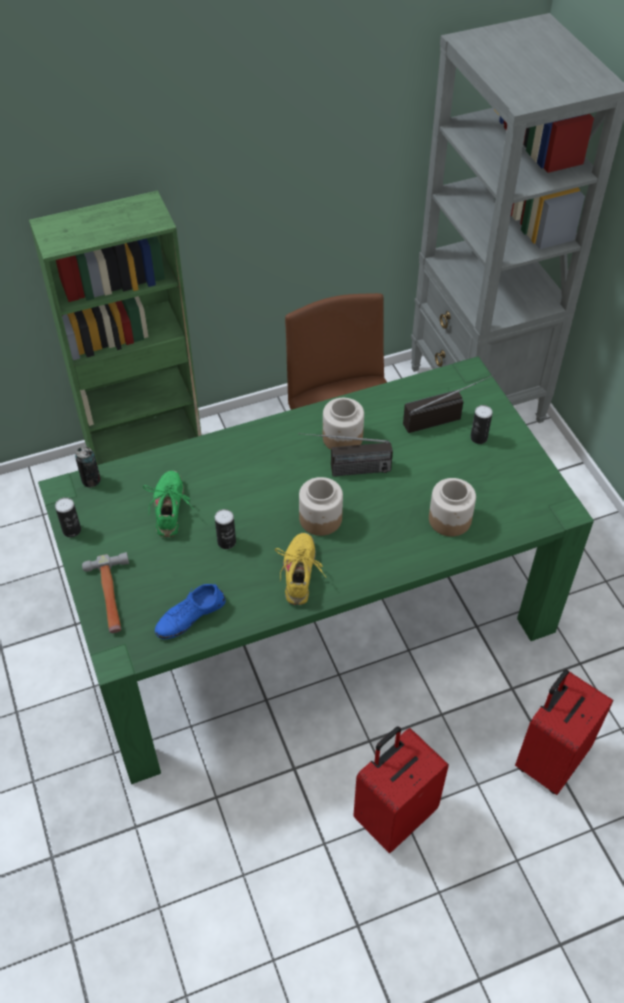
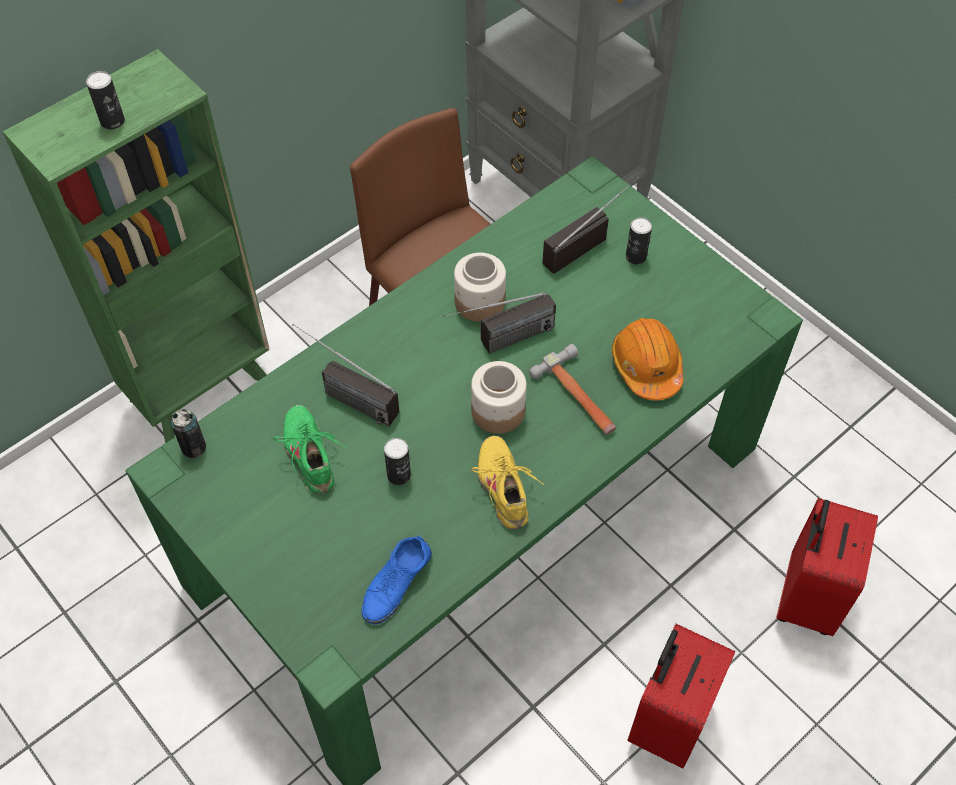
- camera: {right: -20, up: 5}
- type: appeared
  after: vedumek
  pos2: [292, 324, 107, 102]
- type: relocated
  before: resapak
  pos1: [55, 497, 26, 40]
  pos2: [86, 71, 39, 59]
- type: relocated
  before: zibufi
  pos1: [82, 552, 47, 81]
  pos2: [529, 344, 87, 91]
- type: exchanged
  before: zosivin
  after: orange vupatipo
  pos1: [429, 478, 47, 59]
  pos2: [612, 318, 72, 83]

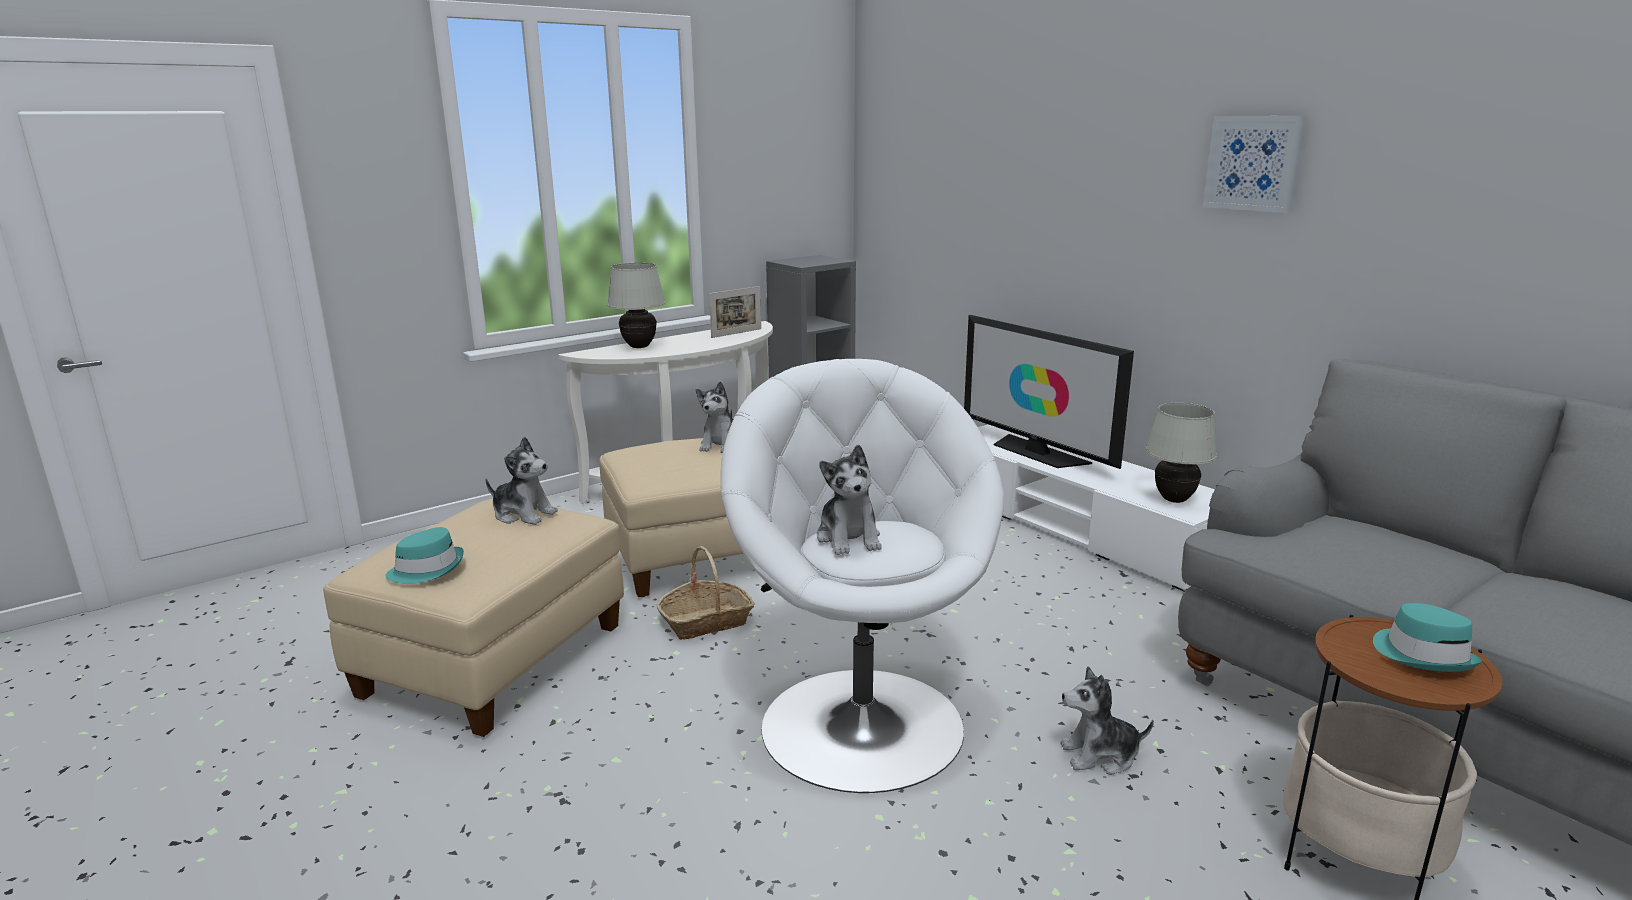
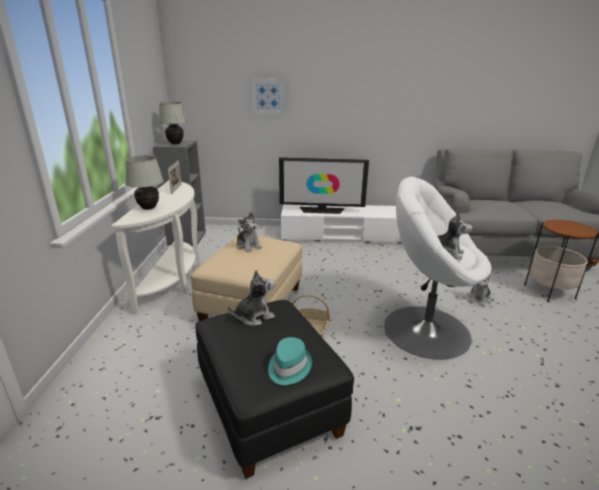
- camera: {right: -50, up: 5}
- type: missing
  before: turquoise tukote
  pos1: [1373, 603, 109, 69]
- type: relocated
  before: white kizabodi
  pos1: [1145, 403, 72, 100]
  pos2: [158, 102, 29, 42]
- type: relocated
  before: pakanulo
  pos1: [1203, 116, 103, 97]
  pos2: [251, 79, 34, 35]
- type: colour
  before: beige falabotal
  after: black falabotal
  pos1: [323, 499, 301, 238]
  pos2: [195, 300, 159, 179]

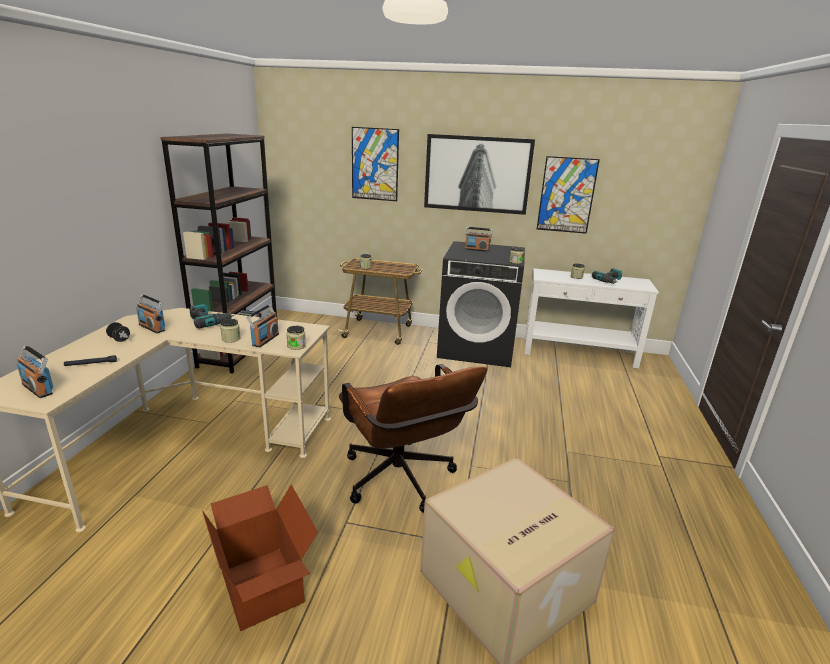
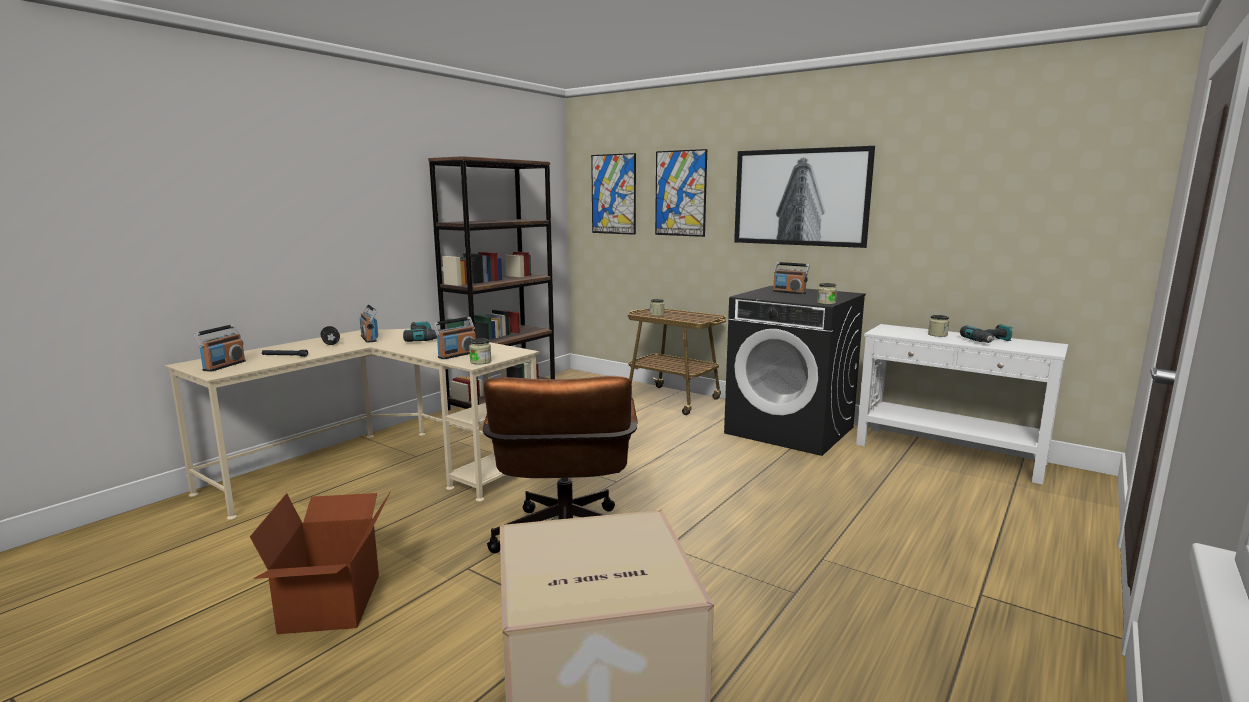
- camera: {right: 25, up: -10}
- type: missing
  before: zosivin
  pos1: [220, 319, 21, 24]
- type: relocated
  before: pakanulo
  pos1: [537, 156, 63, 78]
  pos2: [591, 153, 45, 82]
- type: spun
  before: vedumek
  pos1: [17, 345, 36, 53]
  pos2: [193, 324, 53, 48]
  turn: -135

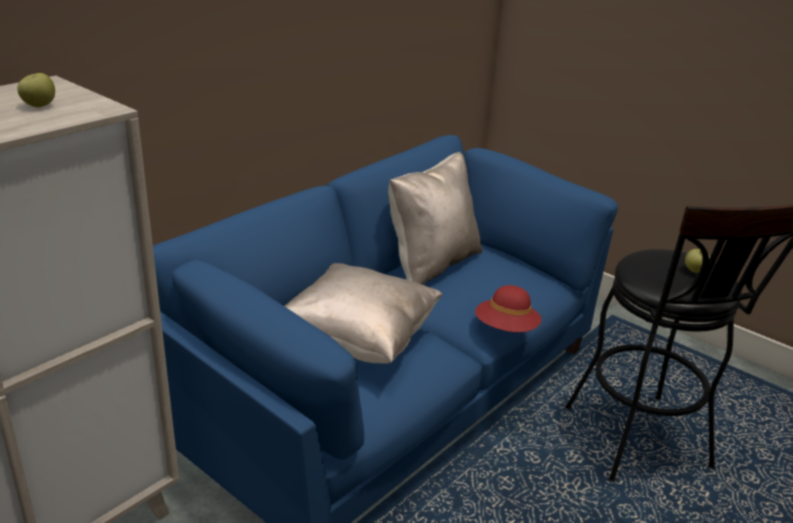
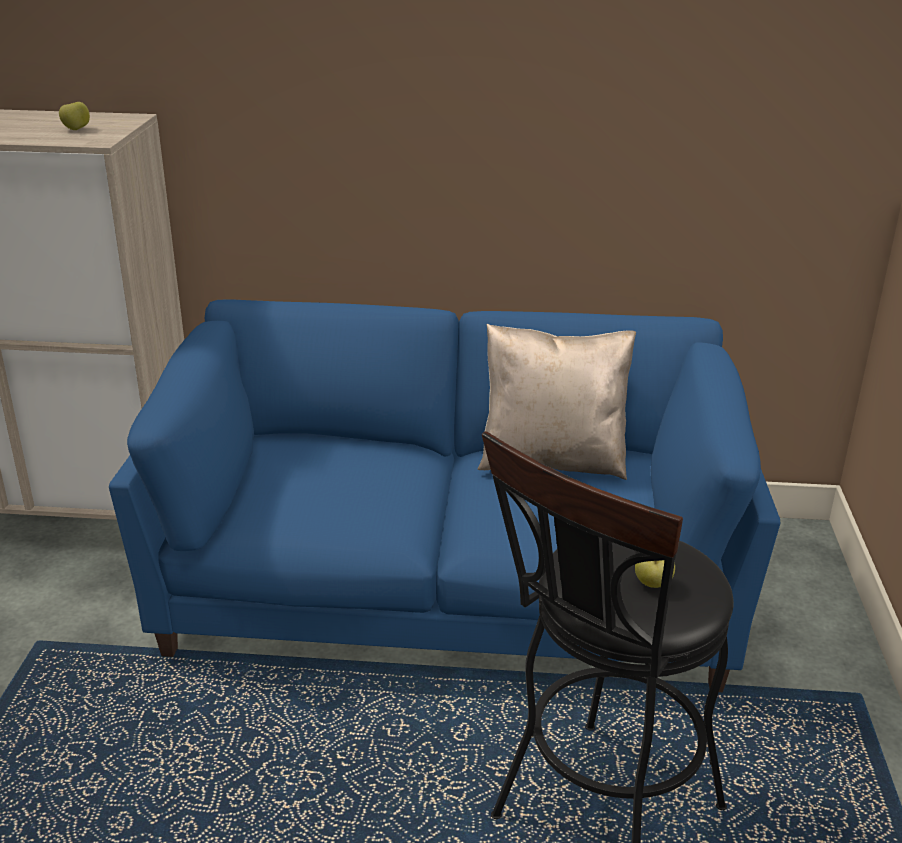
- camera: {right: 55, up: 0}
- type: missing
  before: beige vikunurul
  pos1: [285, 263, 158, 101]
- type: missing
  before: red tukote
  pos1: [475, 285, 66, 47]

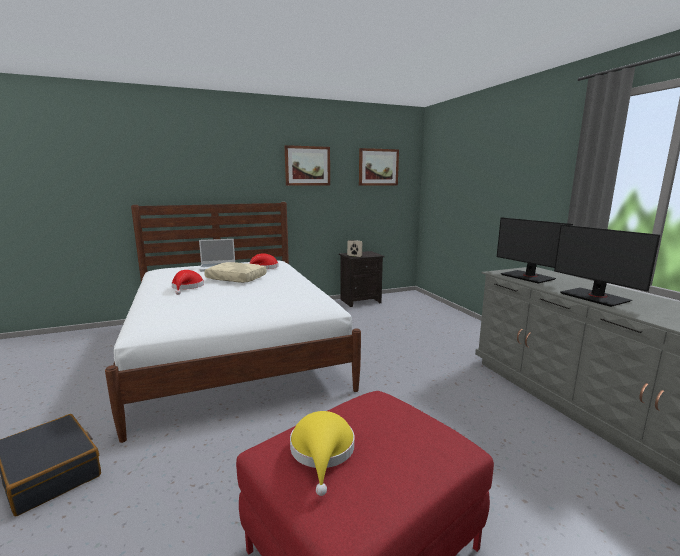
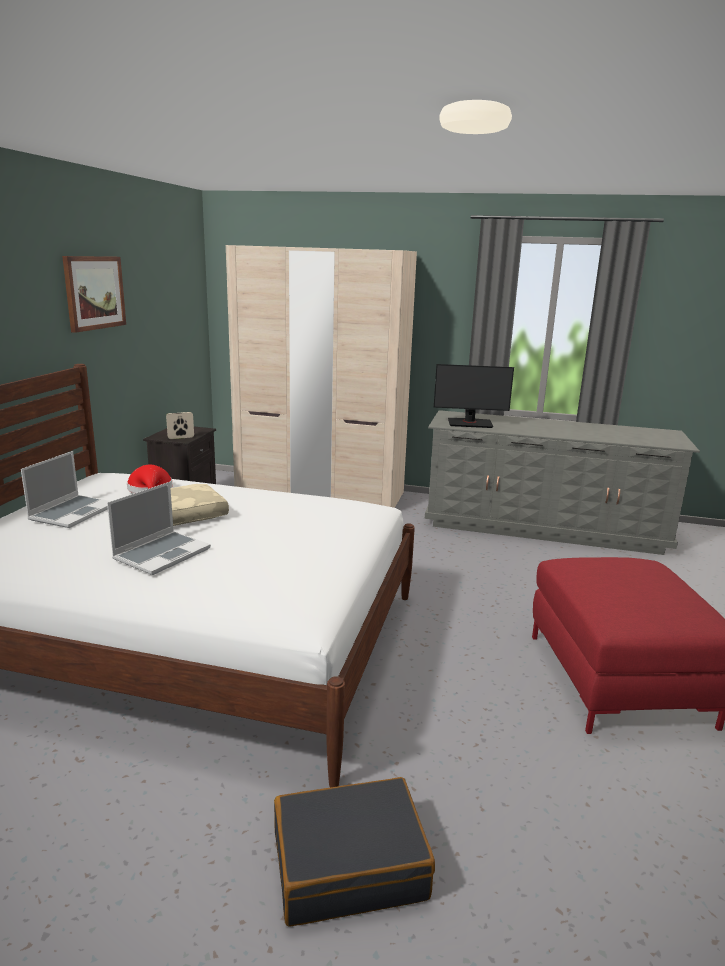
- camera: {right: -55, up: 5}
- type: missing
  before: yellow tukote
  pos1: [290, 411, 65, 85]
- type: missing
  before: pakanulo
  pos1: [359, 148, 40, 38]
- type: missing
  before: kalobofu
  pos1: [554, 225, 106, 82]
- type: appeared
  after: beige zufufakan
  pos2: [226, 245, 191, 263]
- type: exchanged
  before: red tukote
  after: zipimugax
  pos1: [171, 270, 33, 25]
  pos2: [107, 482, 104, 93]

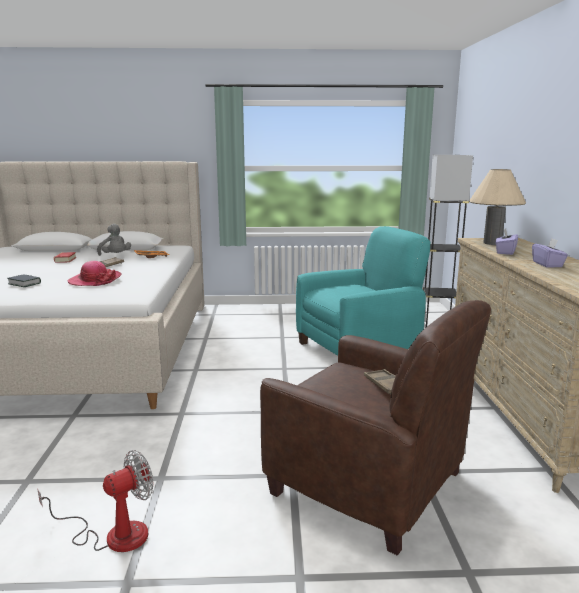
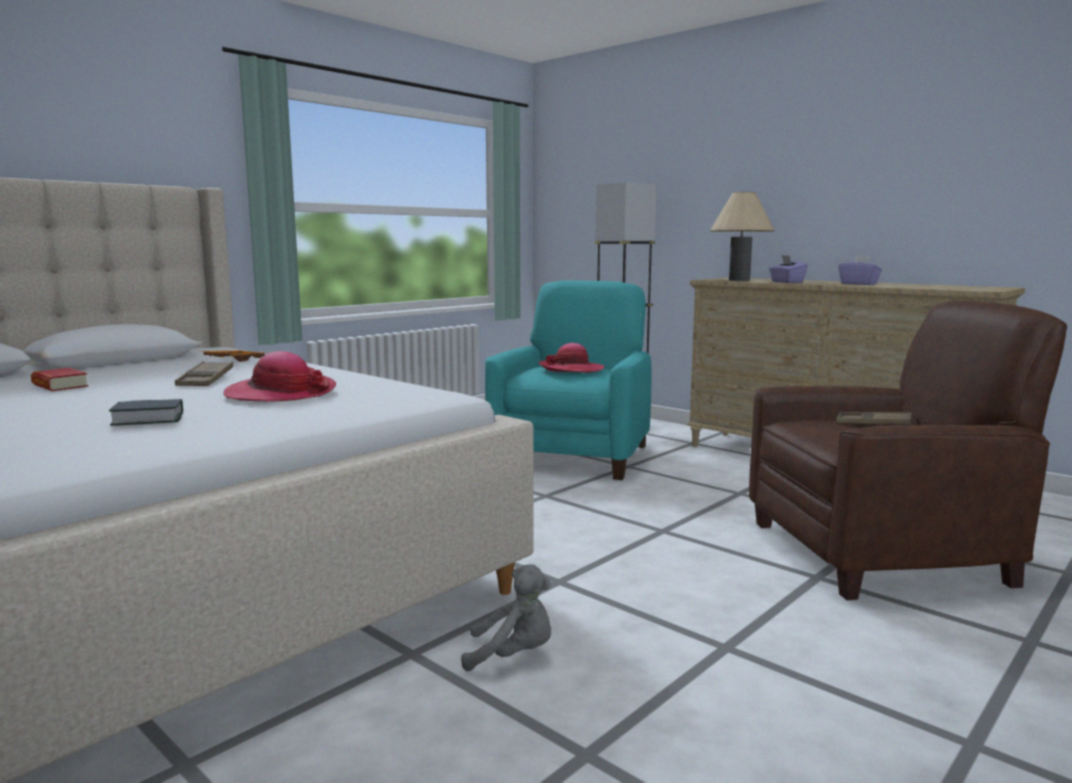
- camera: {right: -45, up: -5}
- type: missing
  before: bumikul
  pos1: [38, 450, 115, 102]
- type: appeared
  after: tukote
  pos2: [538, 343, 66, 30]
- type: relocated
  before: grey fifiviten
  pos1: [97, 224, 34, 32]
  pos2: [461, 564, 90, 107]

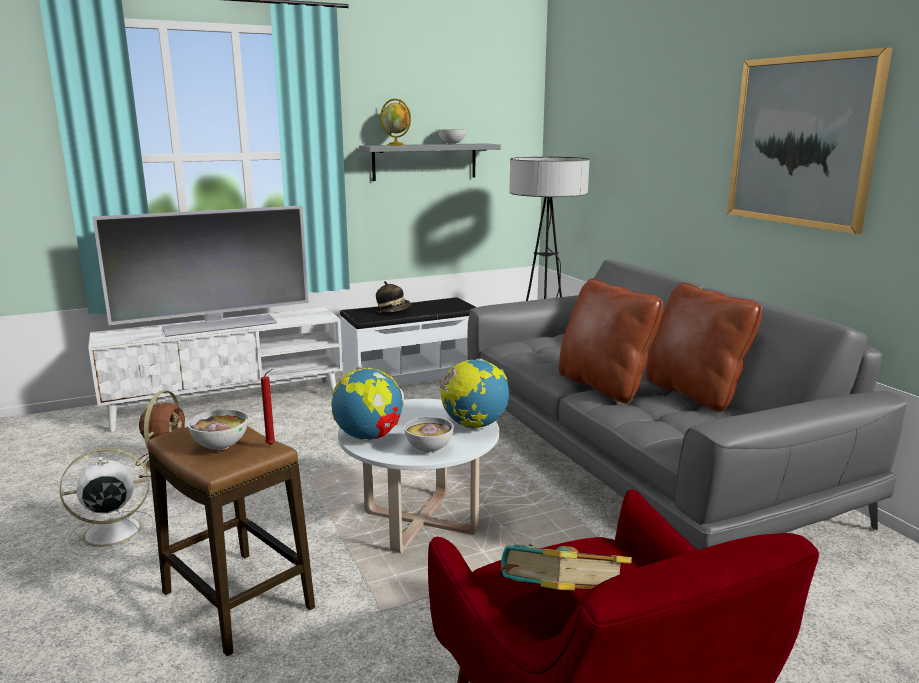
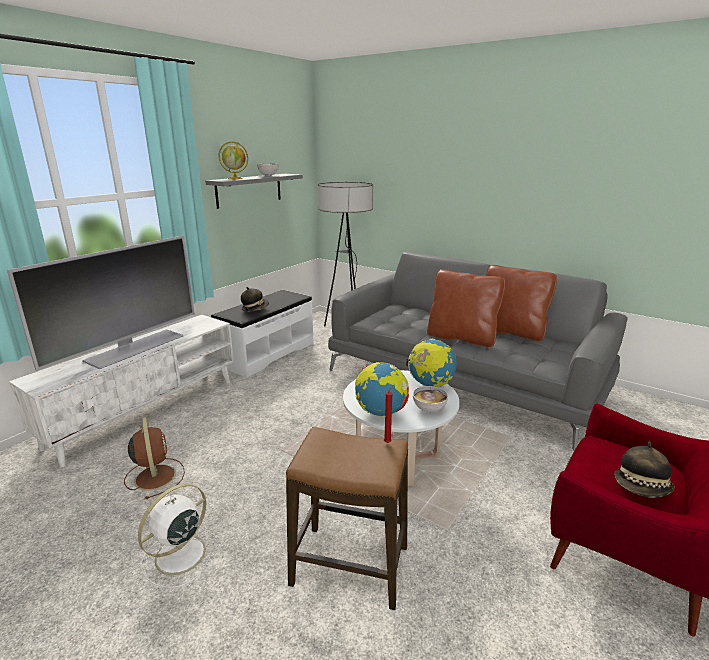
- camera: {right: -30, up: 5}
- type: missing
  before: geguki
  pos1: [187, 409, 61, 41]
- type: missing
  before: pakanulo
  pos1: [727, 47, 165, 187]
- type: exchanged
  before: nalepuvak
  after: tukote
  pos1: [500, 544, 132, 47]
  pos2: [614, 442, 61, 56]

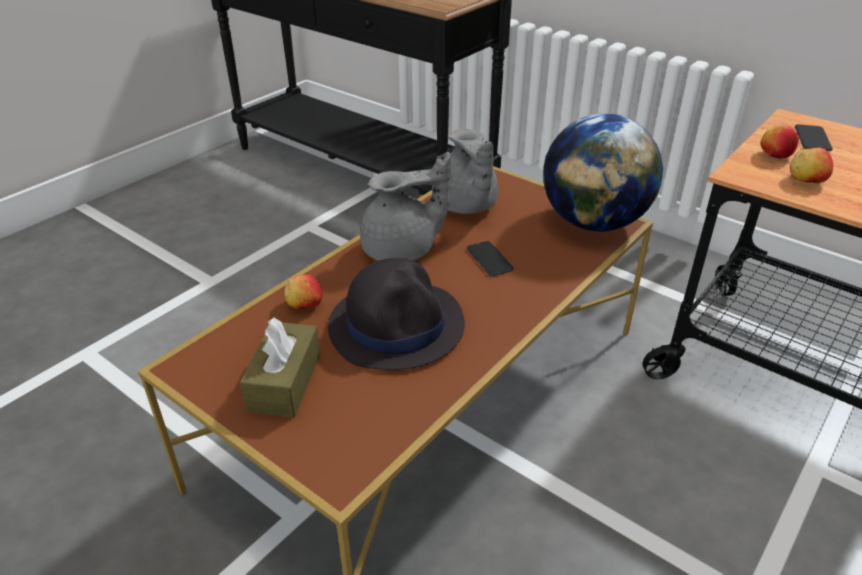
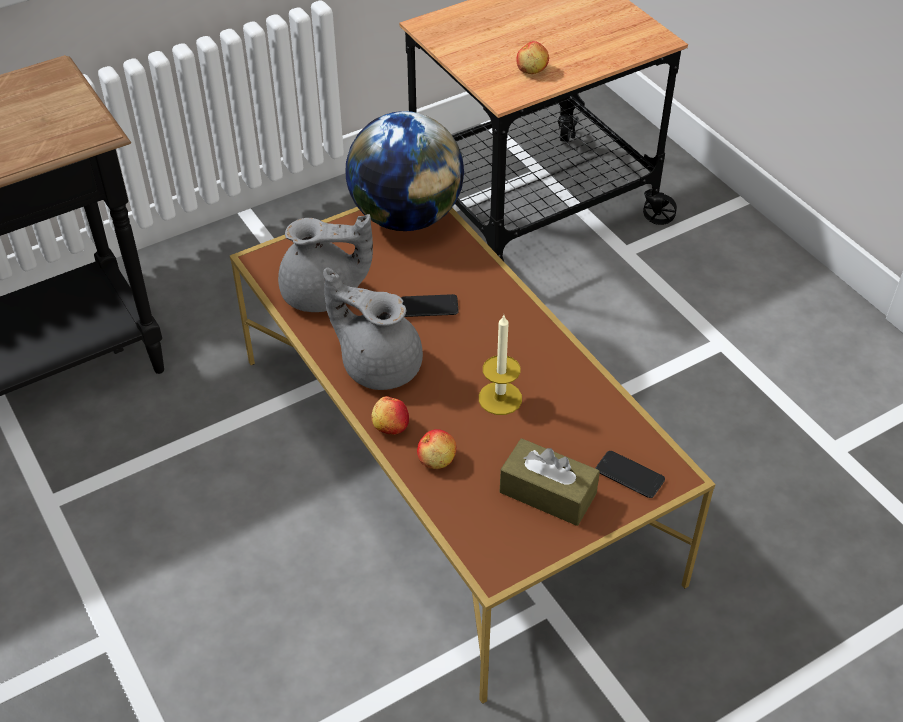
- camera: {right: -70, up: 10}
- type: relocated
  before: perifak
  pos1: [760, 124, 39, 34]
  pos2: [372, 396, 37, 39]
- type: relocated
  before: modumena
  pos1: [795, 124, 38, 27]
  pos2: [595, 451, 70, 47]
- type: exchanged
  before: black tukote
  after: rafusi
  pos1: [328, 258, 137, 112]
  pos2: [479, 315, 43, 100]
- type: spun
  before: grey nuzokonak
  pos1: [360, 152, 91, 109]
  pos2: [323, 267, 100, 123]
  turn: -60

